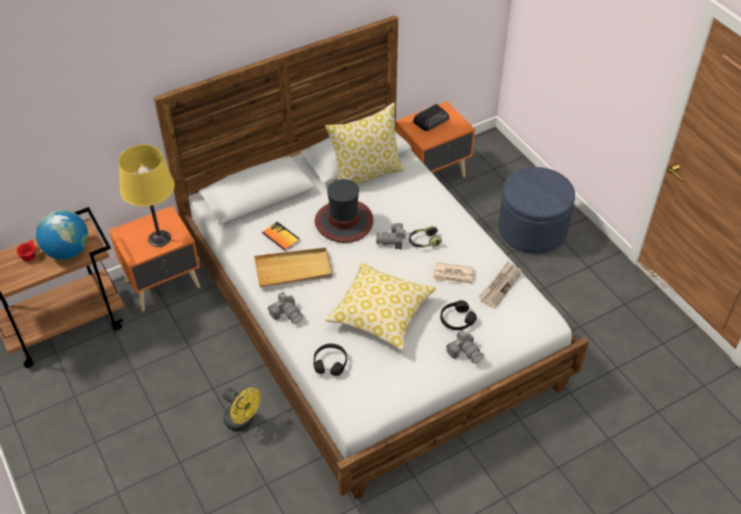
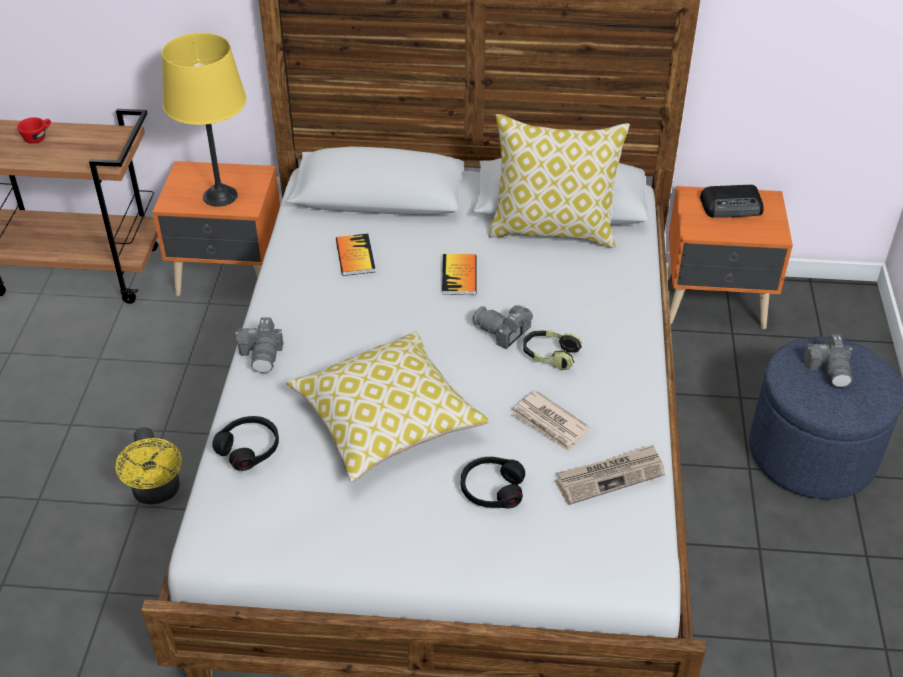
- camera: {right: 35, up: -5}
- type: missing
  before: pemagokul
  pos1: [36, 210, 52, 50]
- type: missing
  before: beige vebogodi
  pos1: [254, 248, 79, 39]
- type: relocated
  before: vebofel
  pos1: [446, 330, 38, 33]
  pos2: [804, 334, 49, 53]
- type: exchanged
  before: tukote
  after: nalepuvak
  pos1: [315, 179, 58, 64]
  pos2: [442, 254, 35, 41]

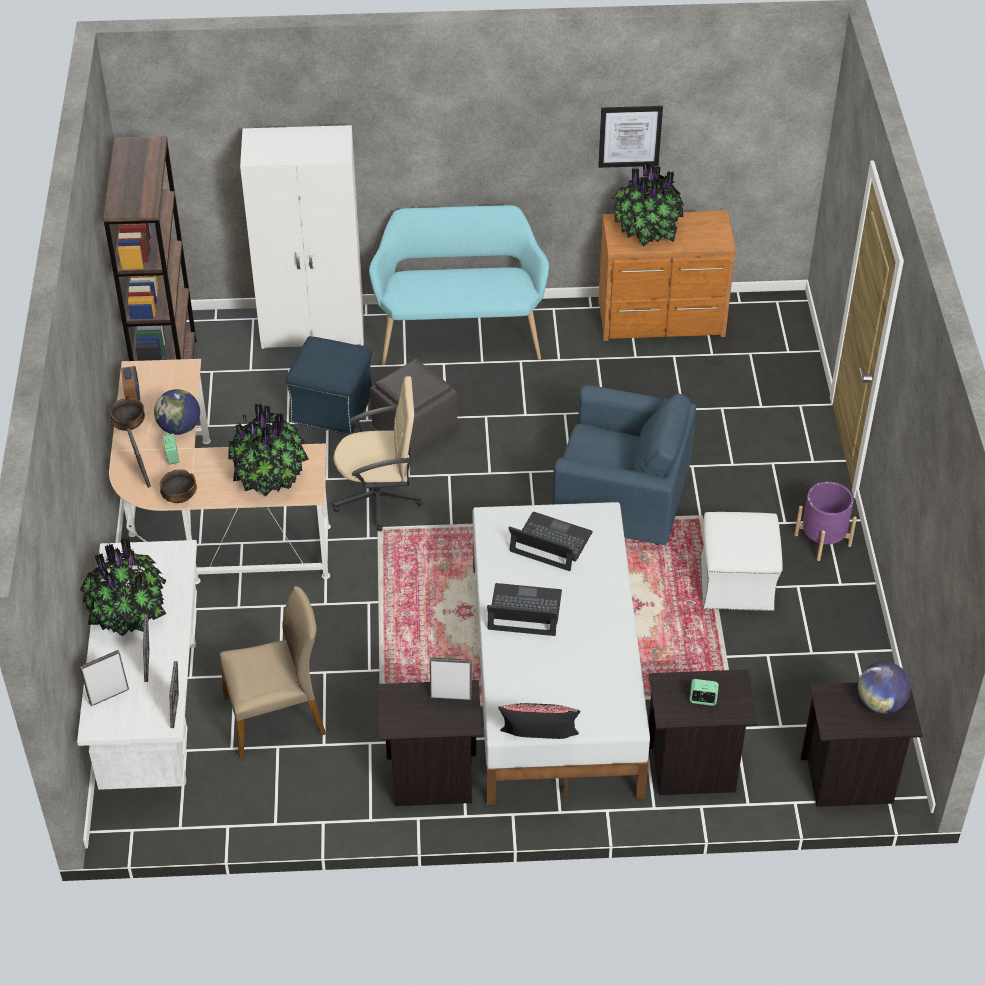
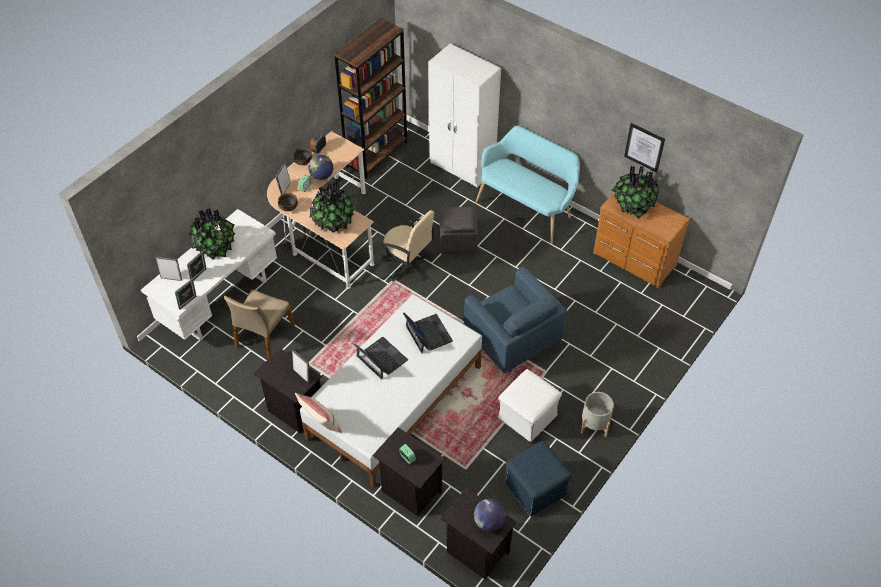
- camera: {right: 40, up: 5}
- type: relocated
  before: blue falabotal
  pos1: [285, 336, 88, 99]
  pos2: [504, 441, 68, 76]
- type: colour
  before: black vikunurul
  after: beige vikunurul
  pos1: [498, 703, 82, 36]
  pos2: [295, 393, 47, 40]
- type: colour
  before: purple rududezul
  after: grey rududezul
  pos1: [795, 482, 62, 79]
  pos2: [581, 392, 33, 46]
- type: spun
  before: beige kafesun
  pos1: [220, 586, 106, 172]
  pos2: [224, 290, 71, 69]
  turn: 90

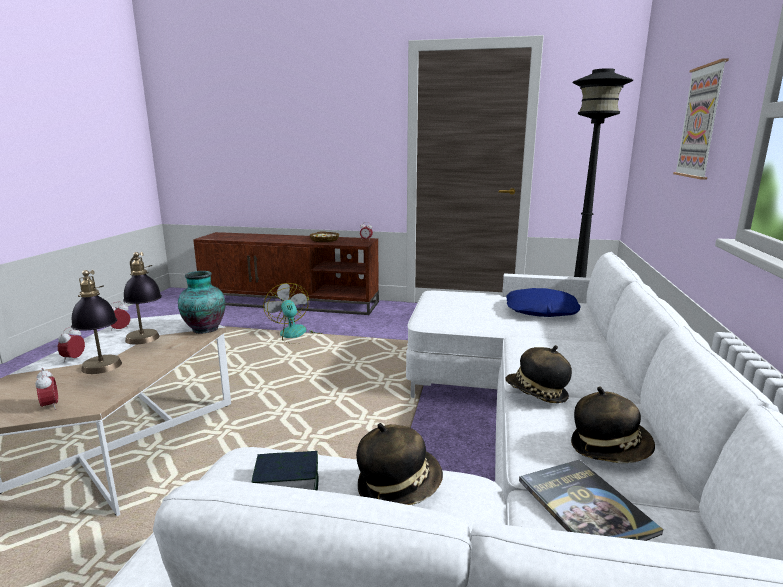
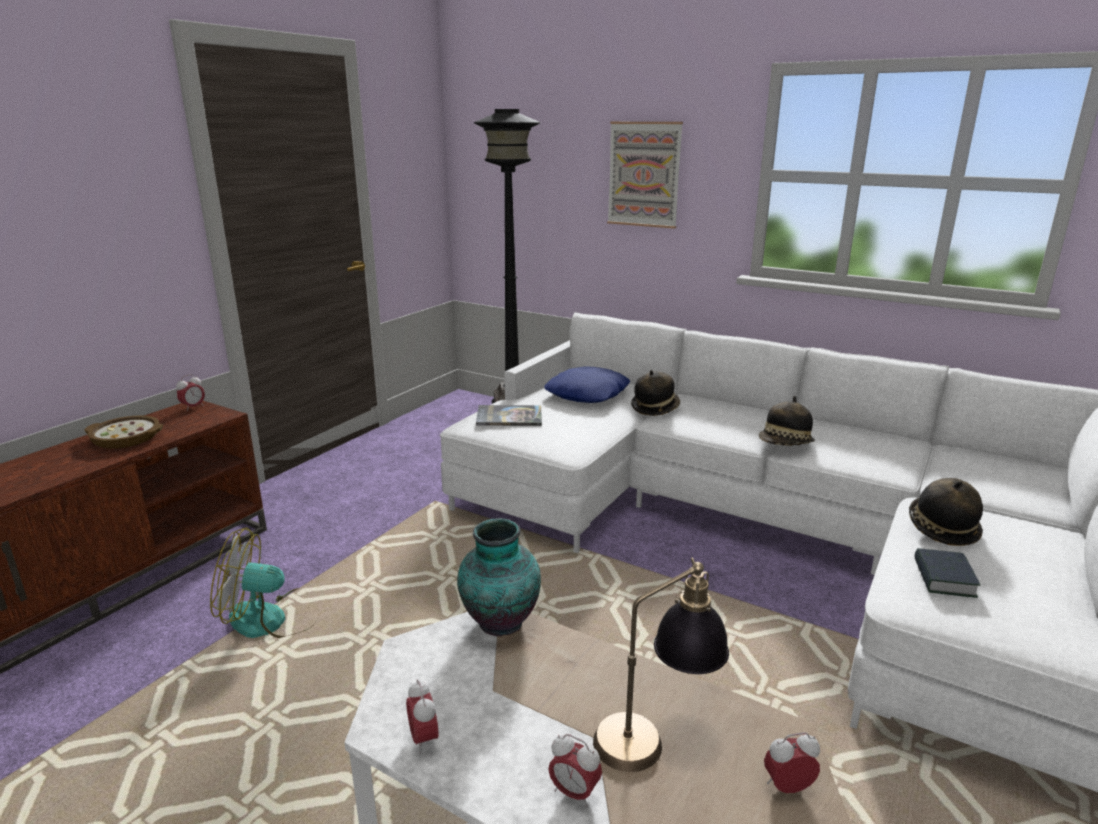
- camera: {right: -70, up: 5}
- type: missing
  before: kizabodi
  pos1: [123, 252, 39, 92]
- type: relocated
  before: nalepuvak
  pos1: [519, 459, 145, 82]
  pos2: [476, 405, 66, 21]
- type: relocated
  before: tukote
  pos1: [571, 387, 84, 76]
  pos2: [631, 370, 49, 46]

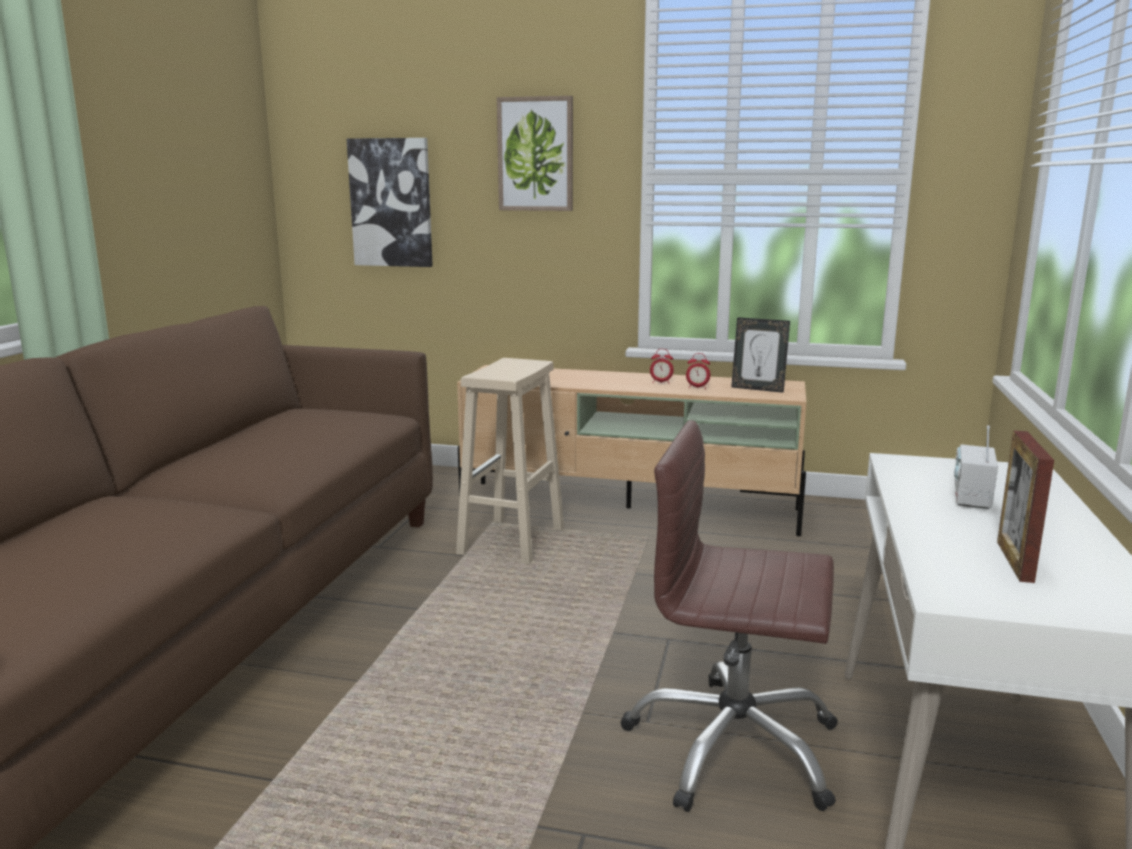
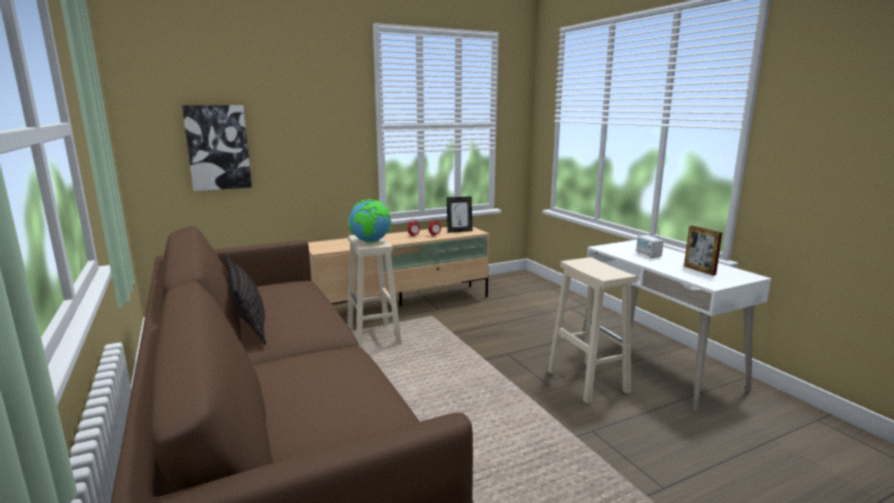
- camera: {right: -40, up: 0}
- type: missing
  before: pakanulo
  pos1: [497, 96, 76, 115]
- type: appeared
  after: vikunurul
  pos2: [226, 255, 40, 90]
- type: appeared
  after: pemagokul
  pos2: [348, 199, 44, 44]
- type: exchanged
  before: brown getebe
  after: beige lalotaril
  pos1: [620, 420, 218, 392]
  pos2: [548, 257, 89, 147]

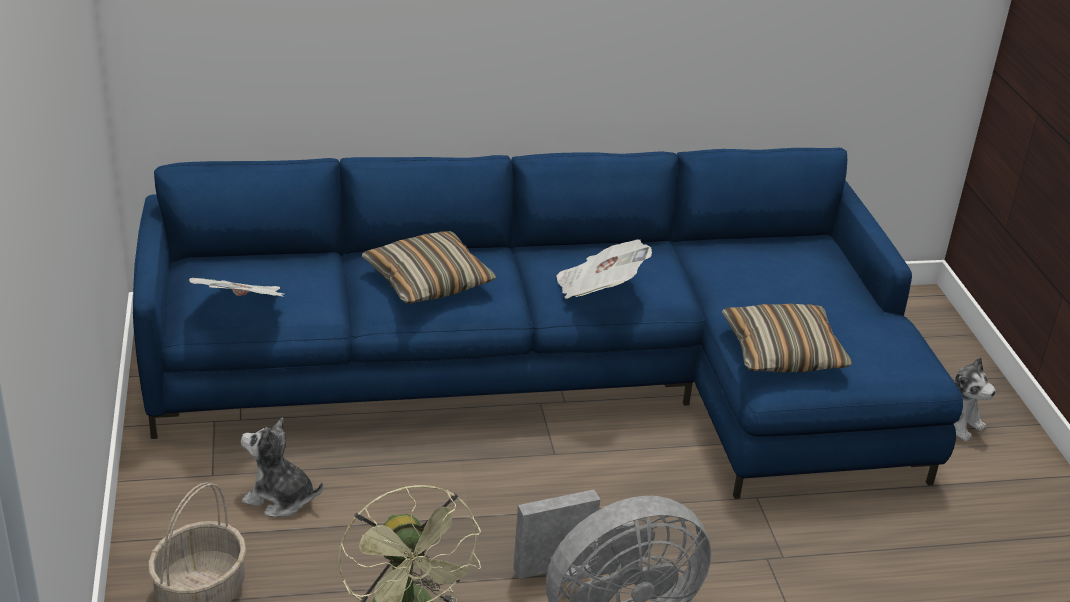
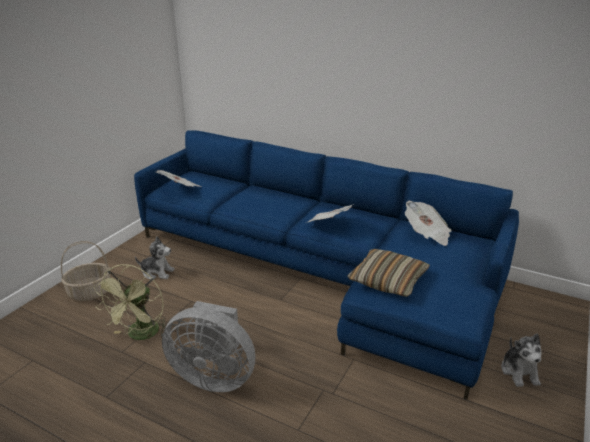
- camera: {right: 40, up: -5}
- type: missing
  before: vikunurul
  pos1: [362, 231, 134, 73]
- type: appeared
  after: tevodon
  pos2: [405, 201, 46, 45]
- type: spun
  before: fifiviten
  pos1: [241, 417, 82, 100]
  pos2: [135, 236, 40, 44]
  turn: 135

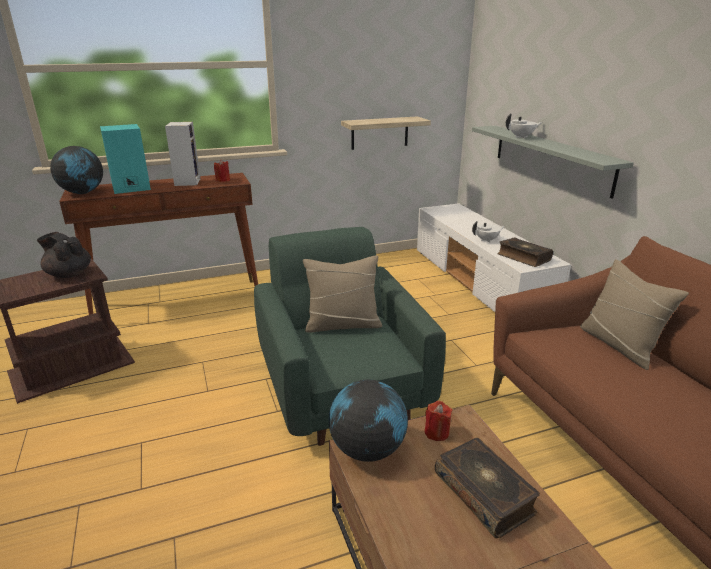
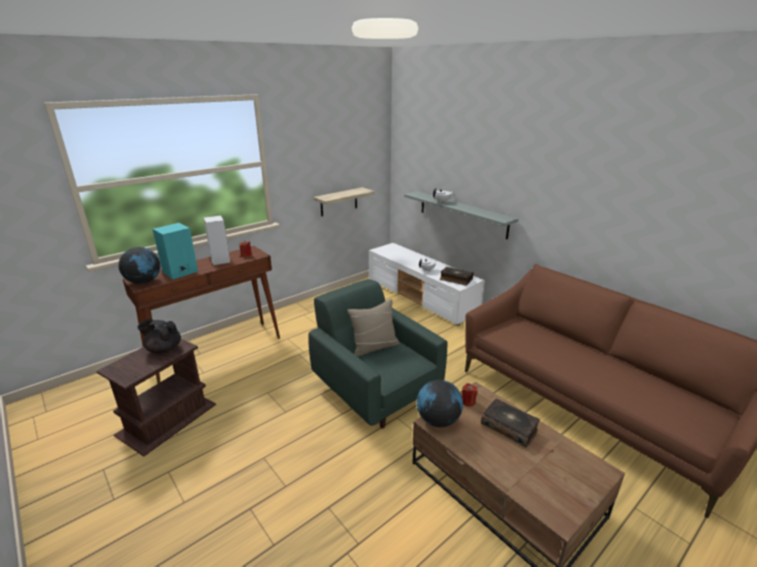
- camera: {right: -20, up: 0}
- type: missing
  before: beige vikunurul
  pos1: [580, 259, 109, 111]

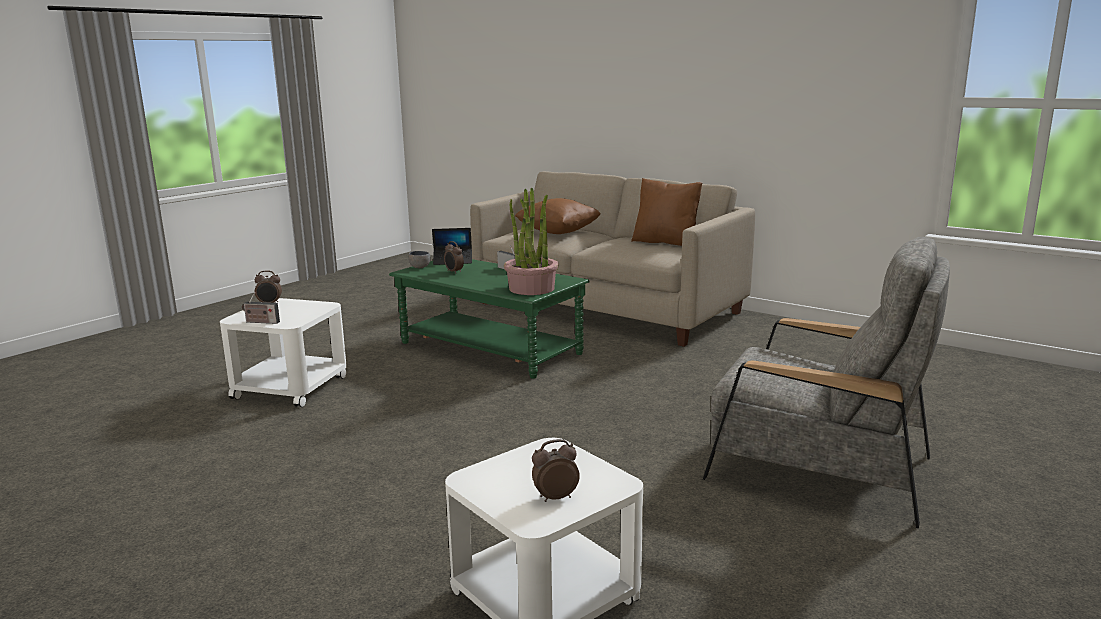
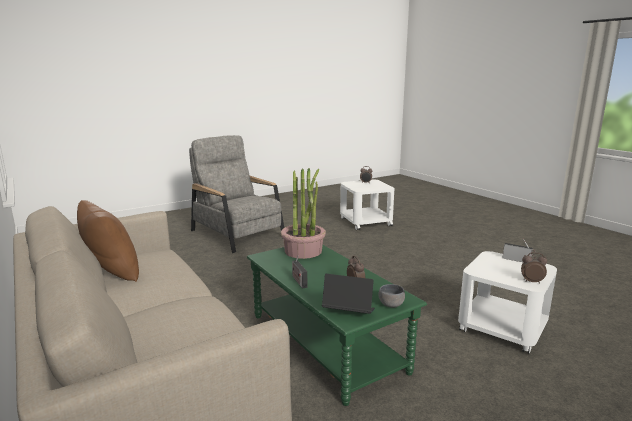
- camera: {right: -160, up: 0}
- type: missing
  before: brown vikunurul
  pos1: [515, 198, 85, 36]

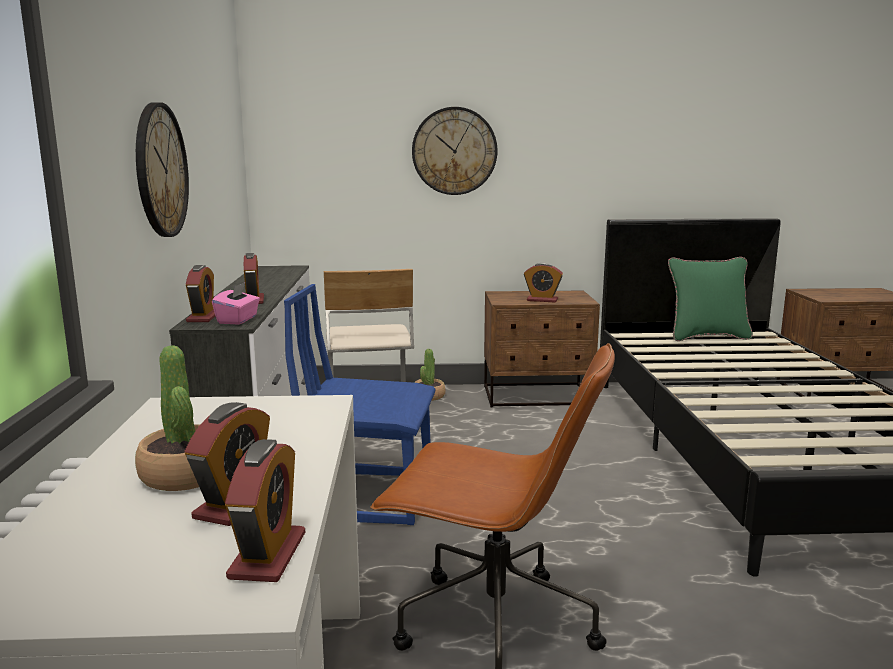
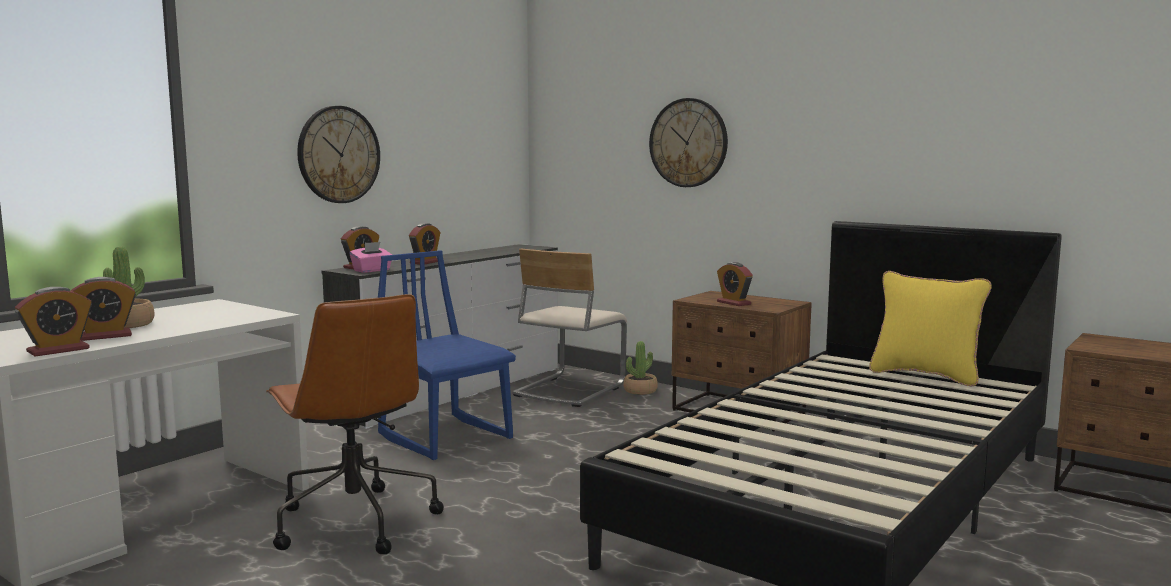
- camera: {right: 40, up: -5}
- type: colour
  before: green vikunurul
  after: yellow vikunurul
  pos1: [668, 257, 85, 84]
  pos2: [869, 271, 123, 115]

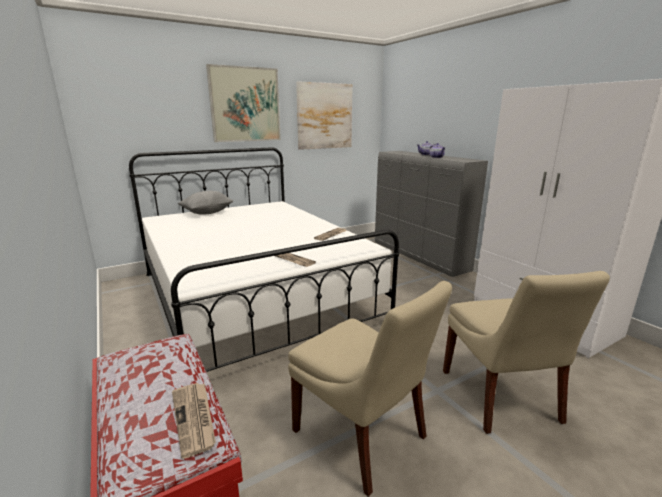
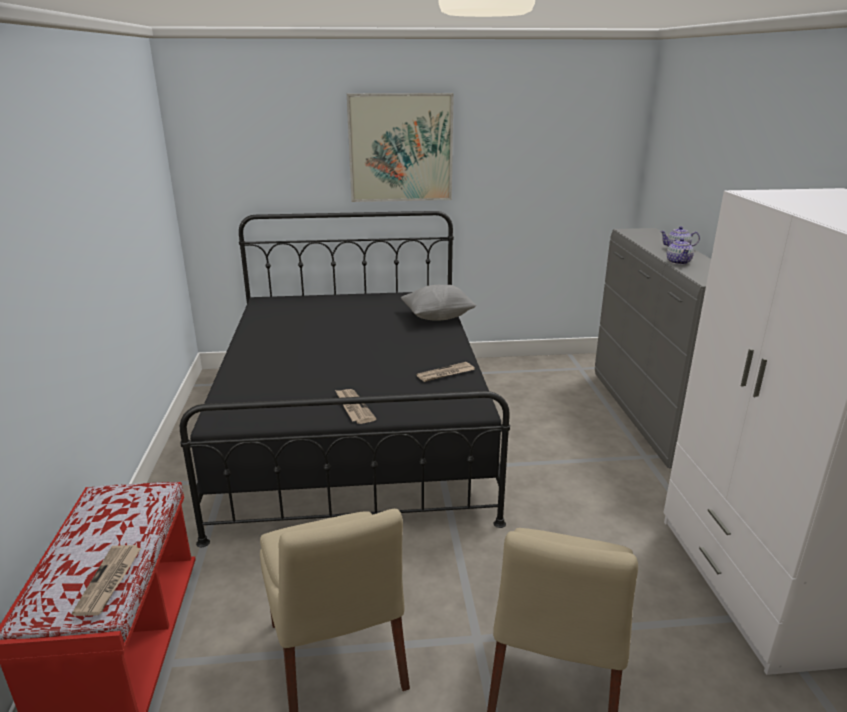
- camera: {right: 25, up: 5}
- type: missing
  before: pakanulo
  pos1: [296, 81, 57, 69]
- type: relocated
  before: grey vikunurul
  pos1: [178, 191, 55, 24]
  pos2: [401, 285, 76, 36]
- type: colour
  before: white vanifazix
  after: black vanifazix
  pos1: [129, 147, 270, 225]
  pos2: [180, 211, 330, 336]

